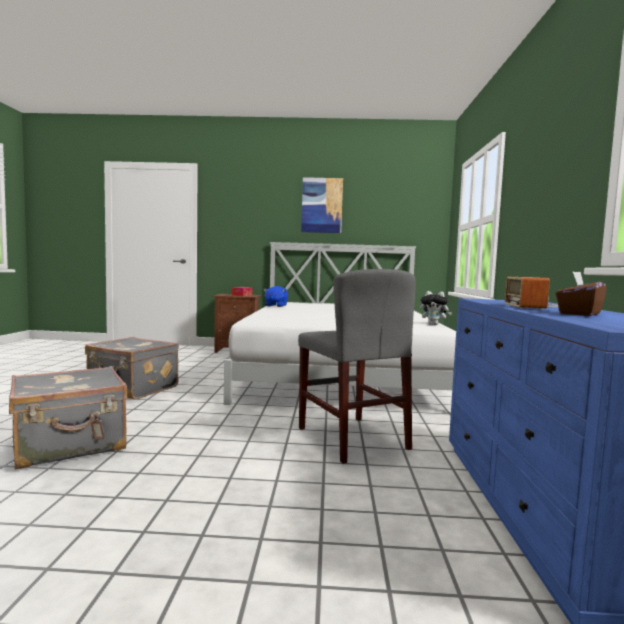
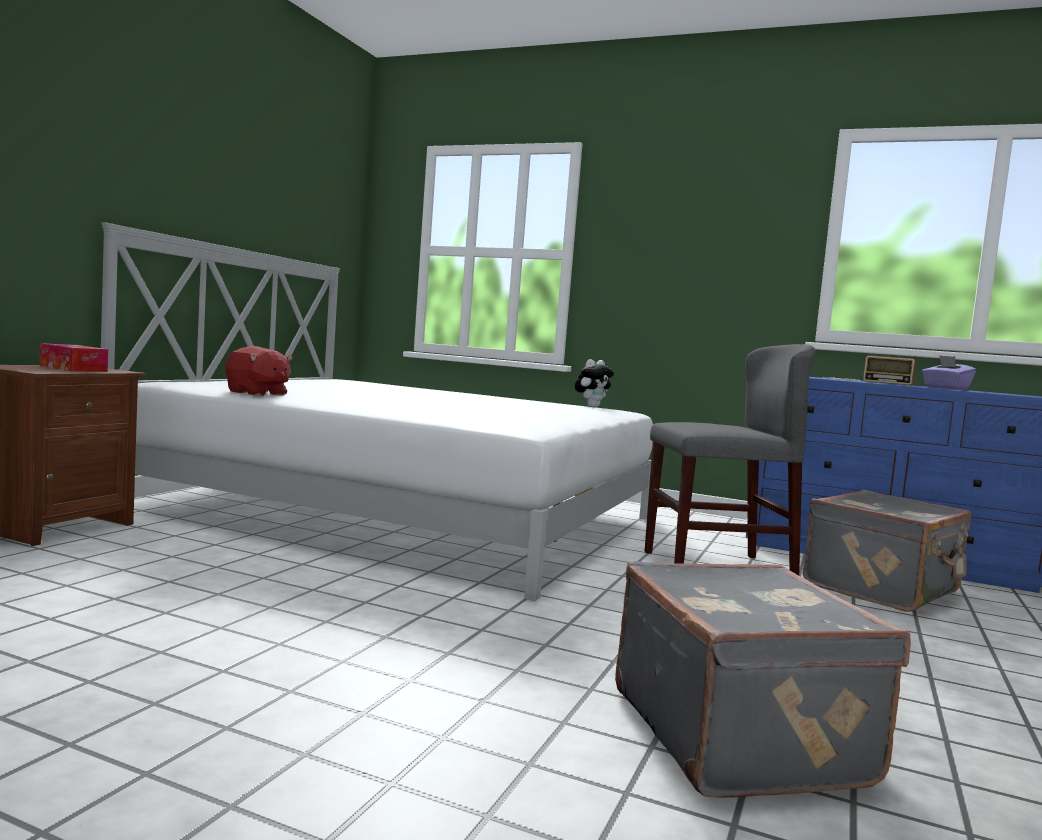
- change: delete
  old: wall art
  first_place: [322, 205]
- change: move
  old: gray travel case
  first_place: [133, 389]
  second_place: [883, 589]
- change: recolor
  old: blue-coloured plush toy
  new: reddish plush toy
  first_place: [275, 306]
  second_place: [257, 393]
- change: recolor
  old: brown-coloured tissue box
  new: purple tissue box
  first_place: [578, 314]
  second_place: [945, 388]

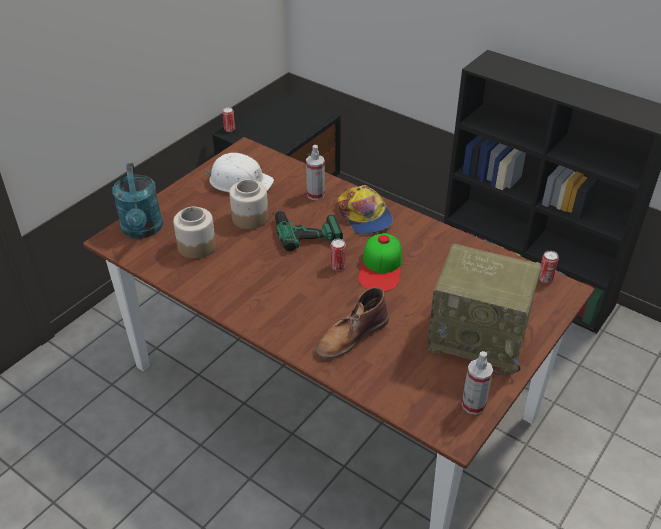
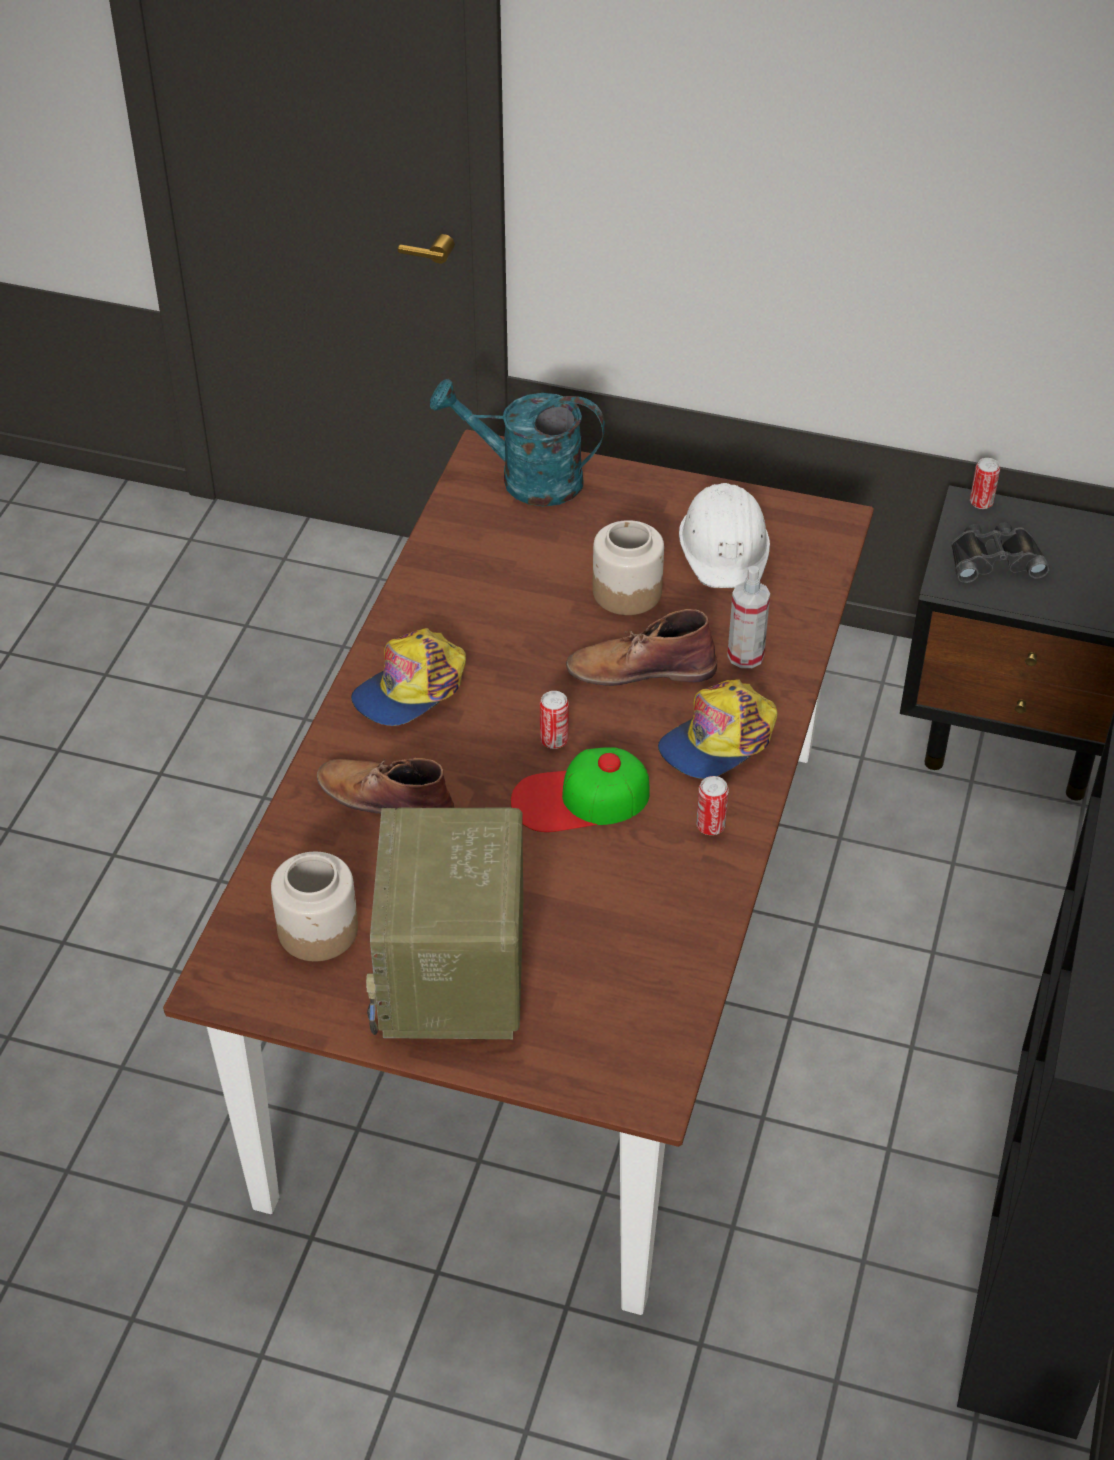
- change: delete
  old: spray bottle
  first_place: [473, 405]
- change: insert
  new: baseball cap
  second_place: [411, 688]
- change: insert
  new: black binoculars
  second_place: [994, 559]
- change: move
  old: preserve jar
  first_place: [196, 246]
  second_place: [319, 929]
- change: move
  old: can
  first_place: [545, 278]
  second_place: [710, 826]
- change: replace
  old: electric drill
  new: brown-coloured tall boot
  first_place: [305, 227]
  second_place: [640, 668]
- change: rotate
  old: turquoise watering can
  first_place: [142, 230]
  second_place: [526, 479]
  degrees: 45

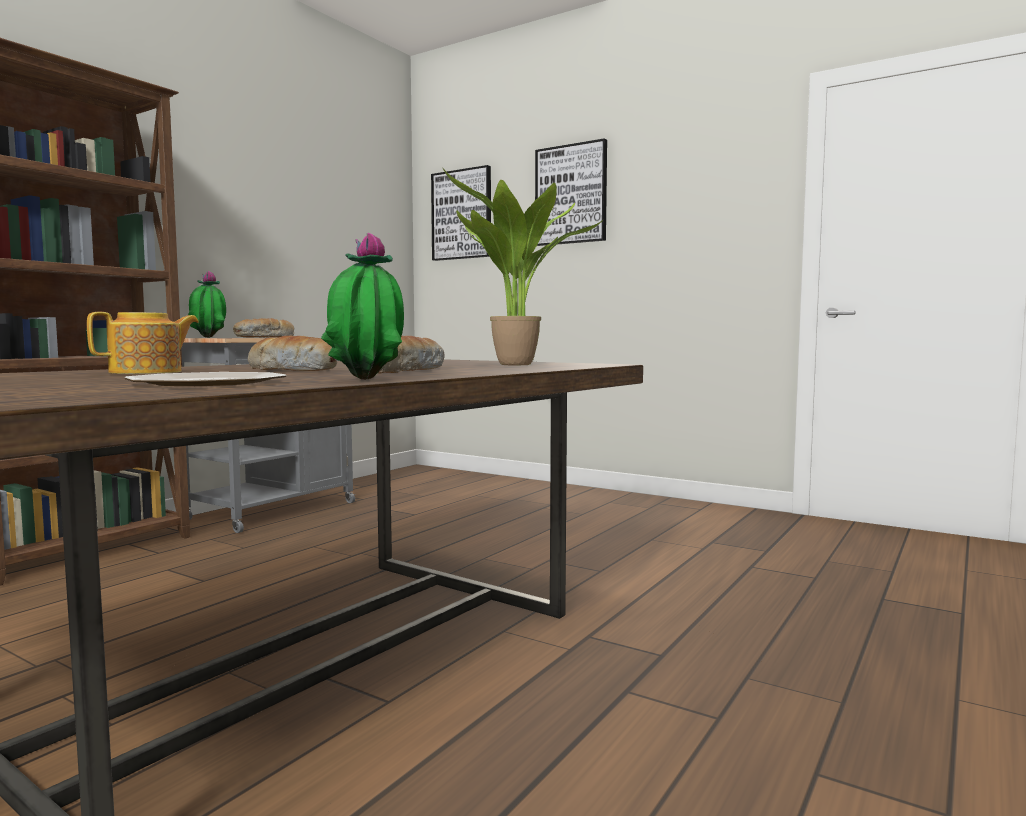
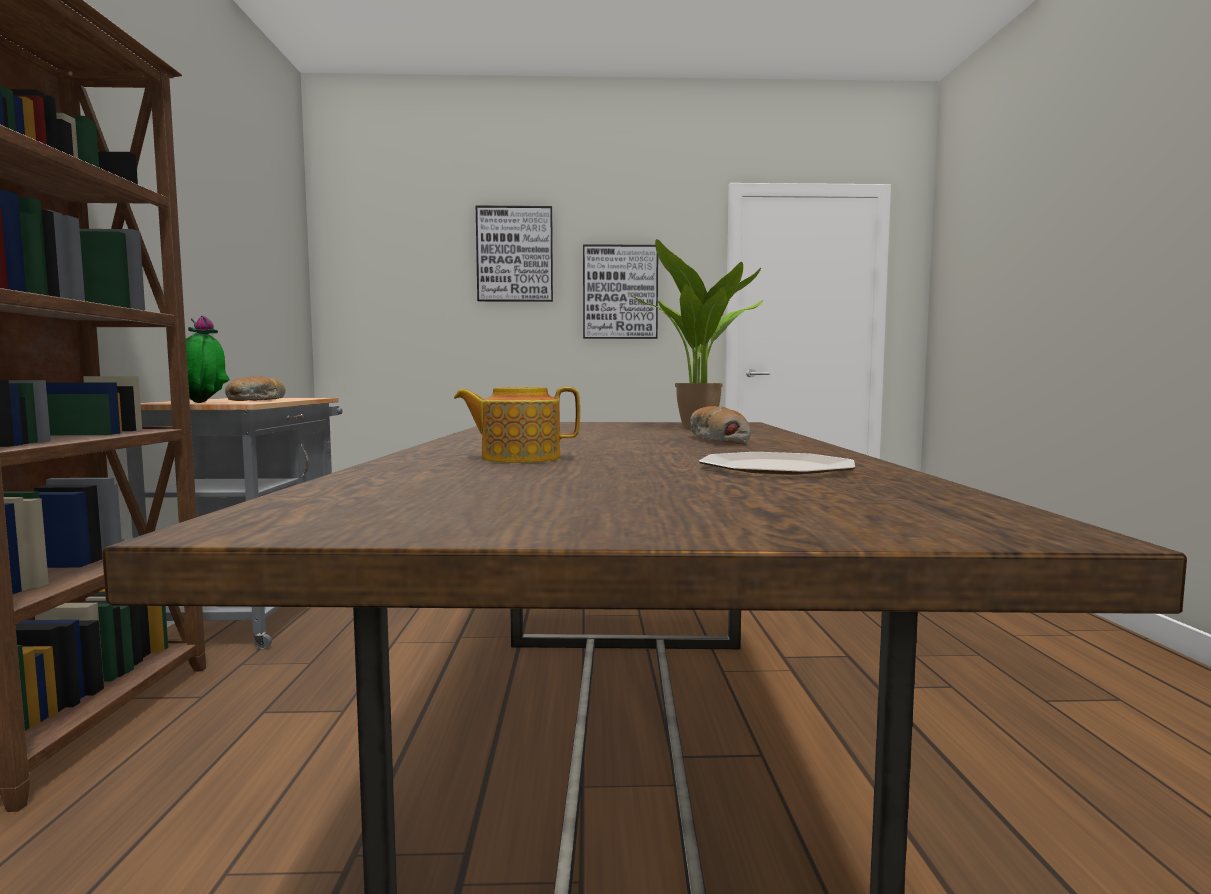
- change: delete
  old: bakery bread
  first_place: [296, 370]
- change: delete
  old: houseplant
  first_place: [366, 380]
- change: move
  old: wall art
  first_place: [462, 215]
  second_place: [620, 292]
- change: rotate
  old: teapot
  first_place: [148, 372]
  second_place: [519, 458]
  degrees: -105

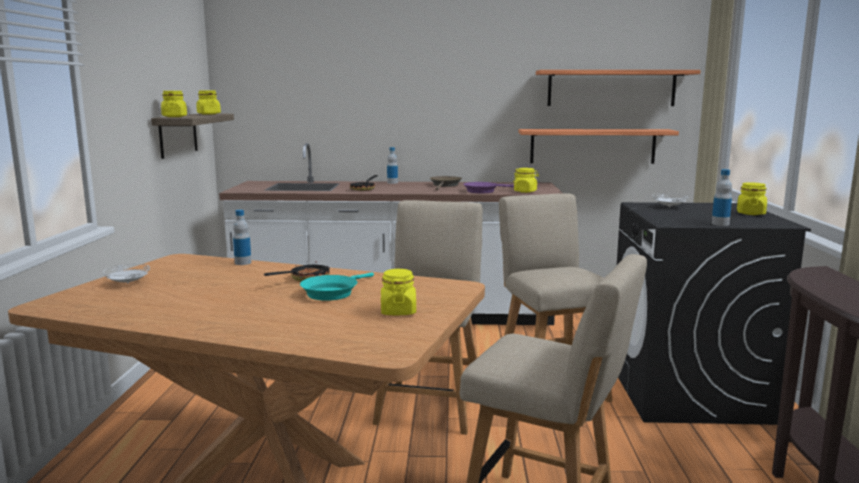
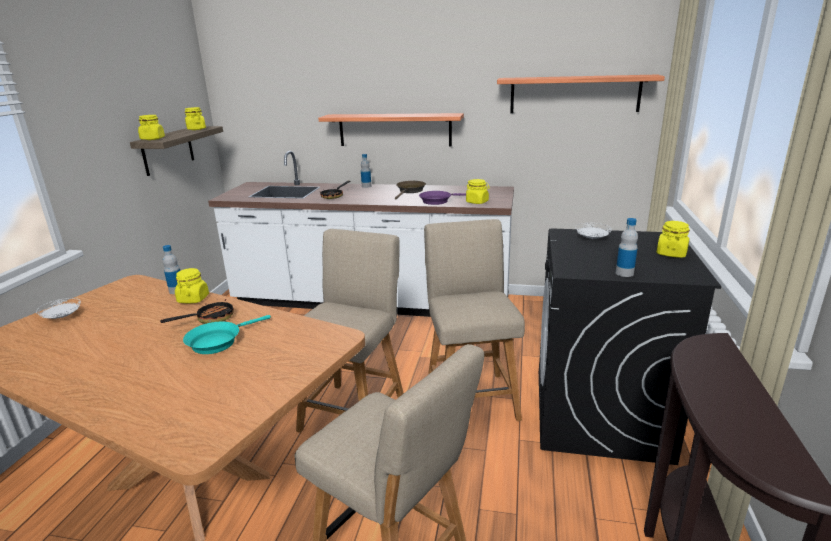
- change: move
  old: yellow-coloured preserve jar
  first_place: [398, 311]
  second_place: [193, 299]
- change: move
  old: wall shelf
  first_place: [592, 146]
  second_place: [394, 130]

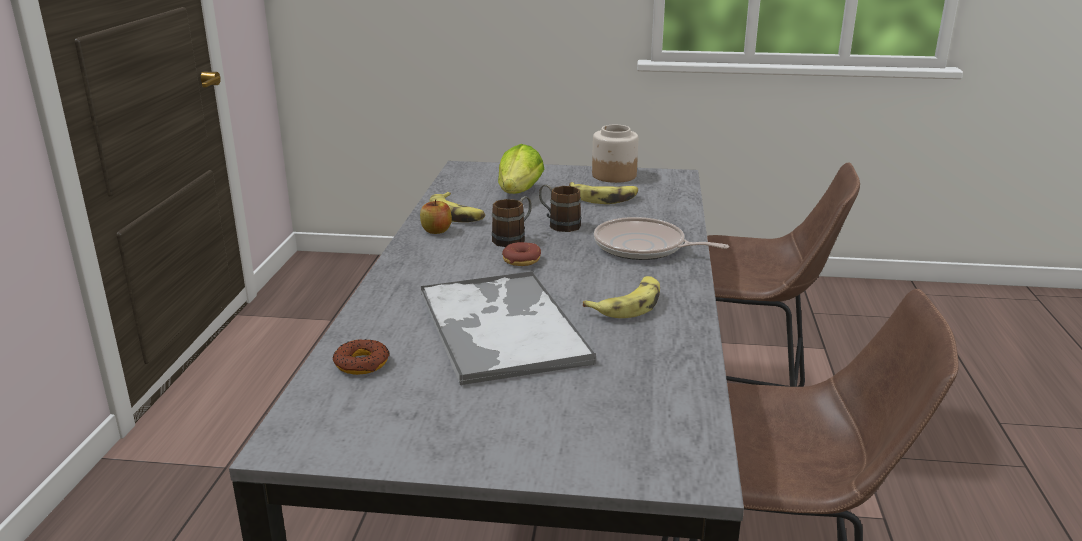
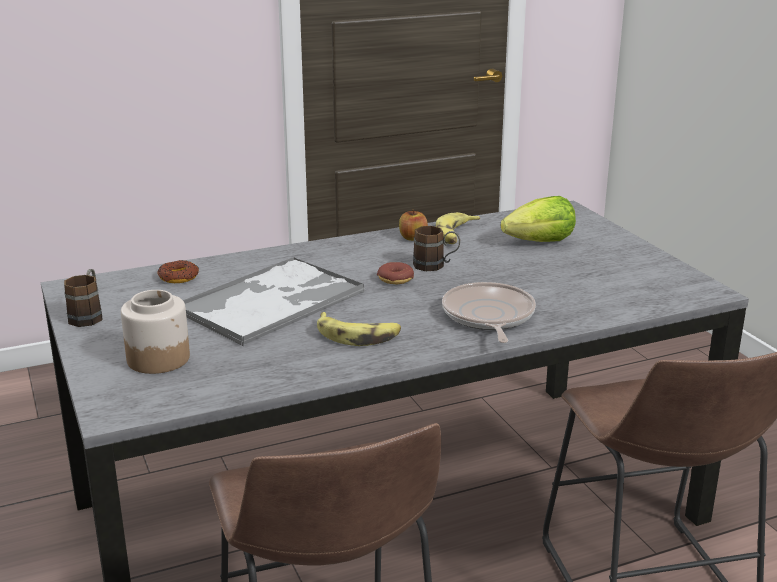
- change: delete
  old: banana fruit
  first_place: [603, 198]
- change: move
  old: brown-coloured mug
  first_place: [558, 224]
  second_place: [88, 315]
- change: move
  old: preserve jar
  first_place: [613, 175]
  second_place: [158, 358]

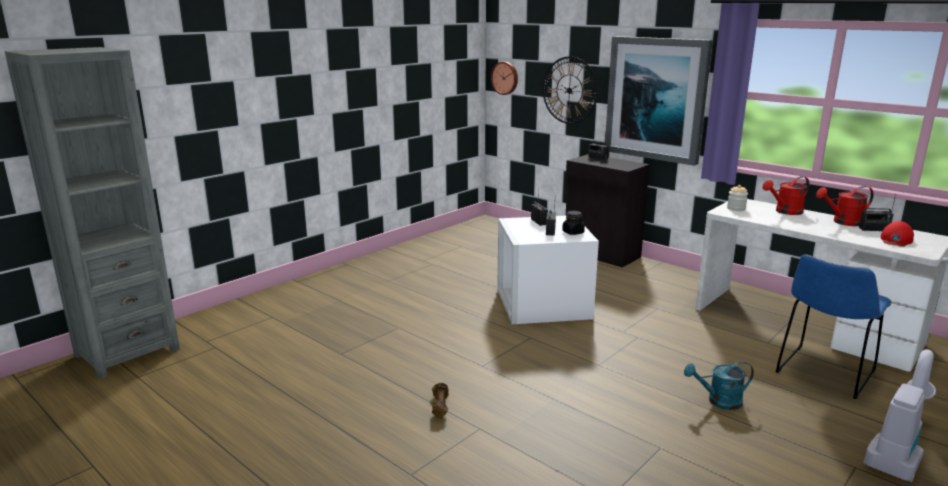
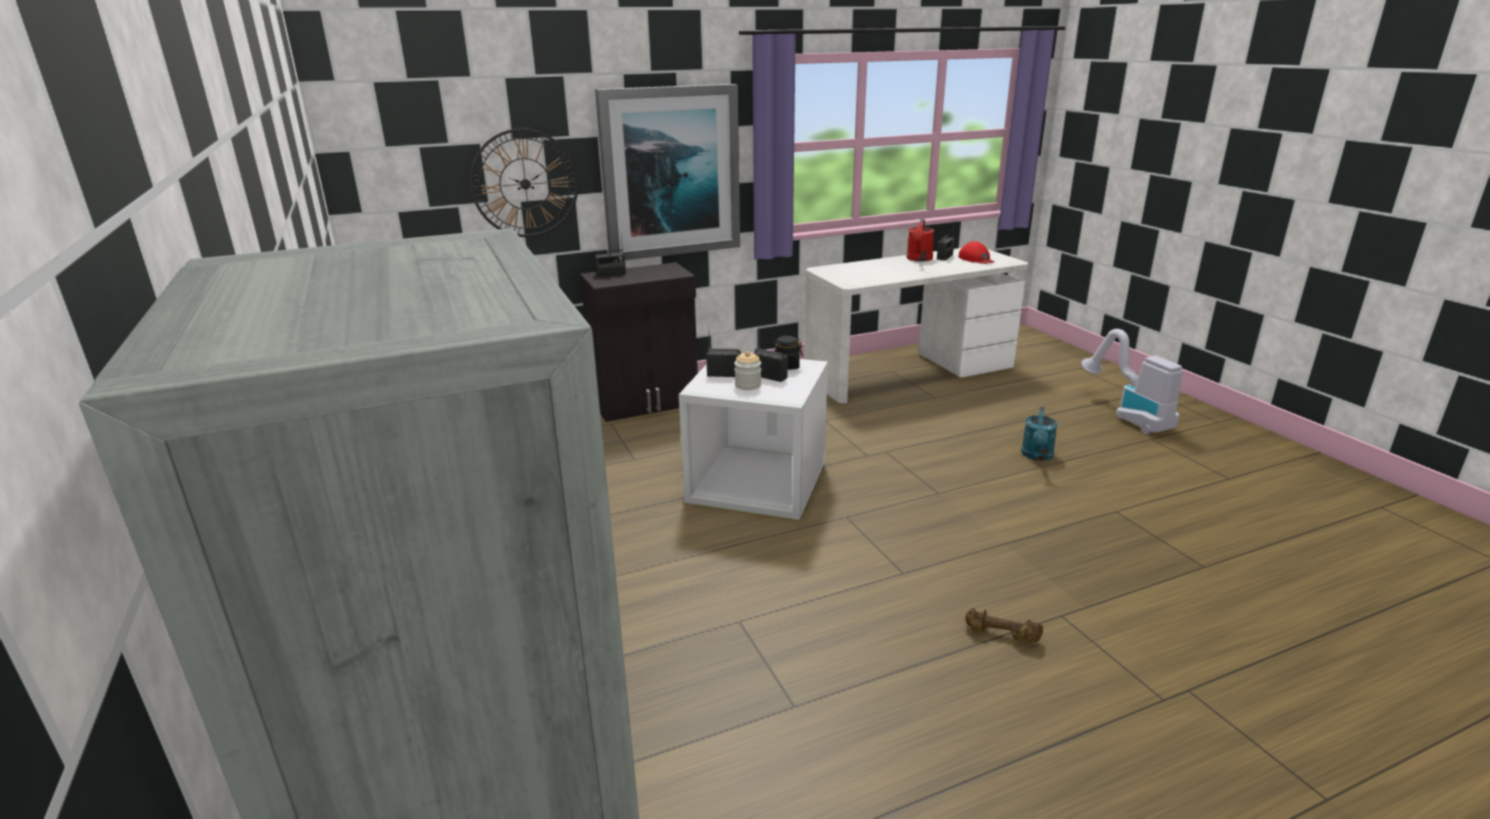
- change: delete
  old: wall clock
  first_place: [505, 78]
- change: delete
  old: reddish watering can
  first_place: [785, 212]
- change: delete
  old: blue-coloured chair
  first_place: [823, 373]
- change: move
  old: preserve jar
  first_place: [736, 208]
  second_place: [748, 385]

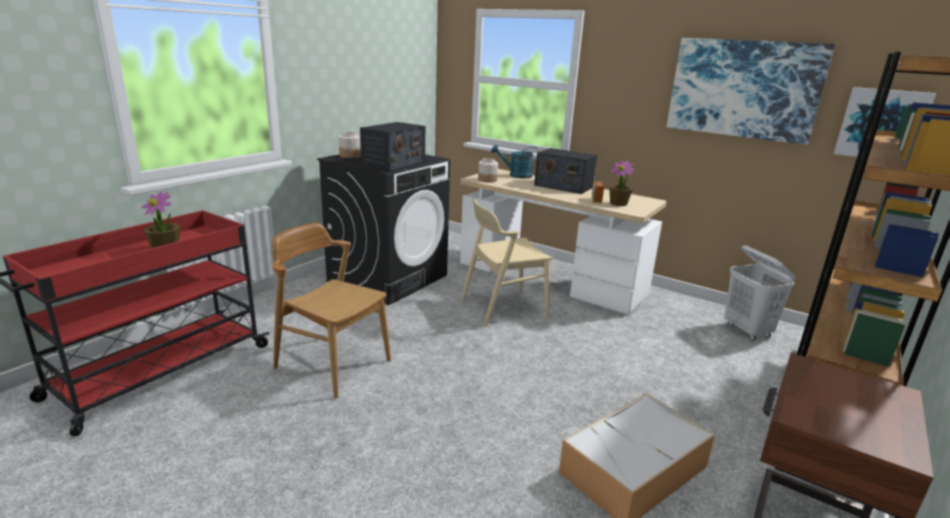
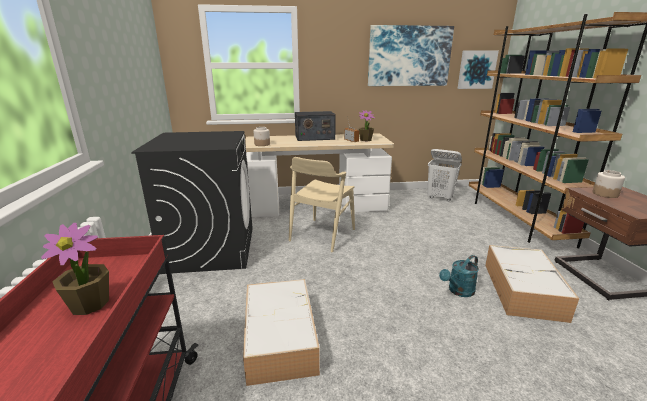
- change: delete
  old: radio set
  first_place: [393, 164]
- change: move
  old: preserve jar
  first_place: [350, 156]
  second_place: [605, 194]
- change: move
  old: turquoise watering can
  first_place: [516, 175]
  second_place: [458, 291]
- change: replace
  old: brown-coloured chair
  new: storage box
  first_place: [333, 364]
  second_place: [279, 336]

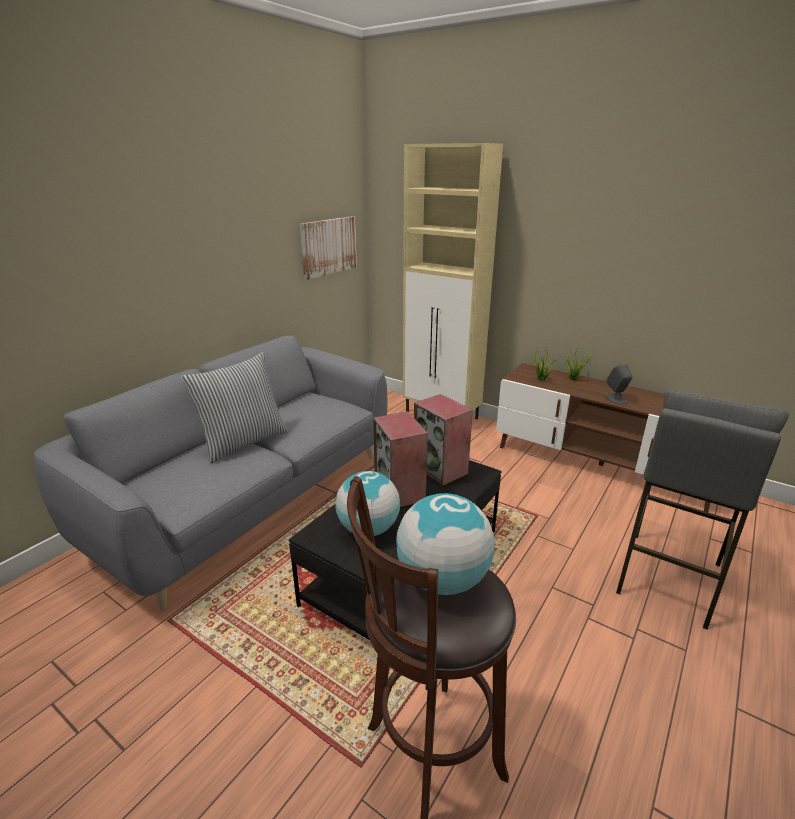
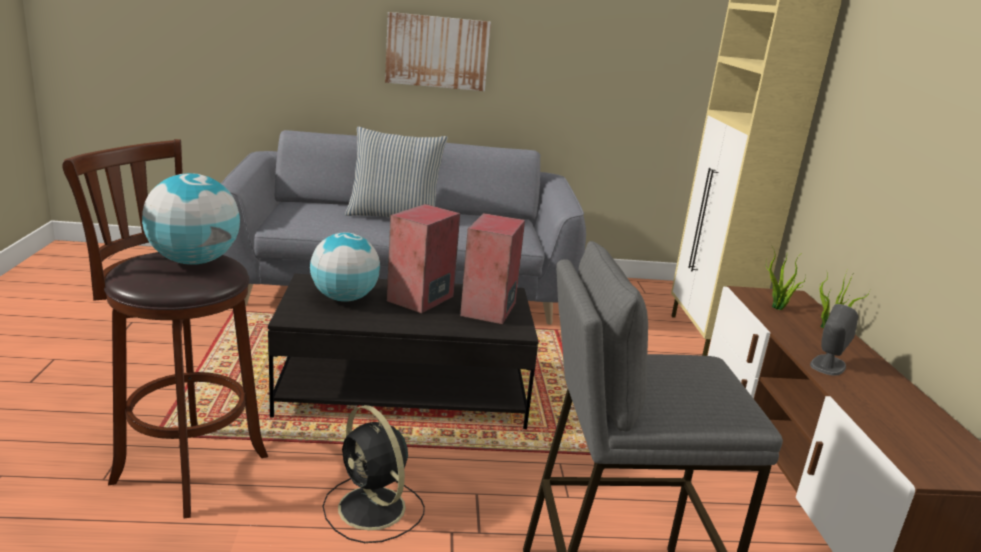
- change: insert
  new: black electric fan
  second_place: [373, 509]
- change: move
  old: wall art
  first_place: [328, 246]
  second_place: [437, 52]

